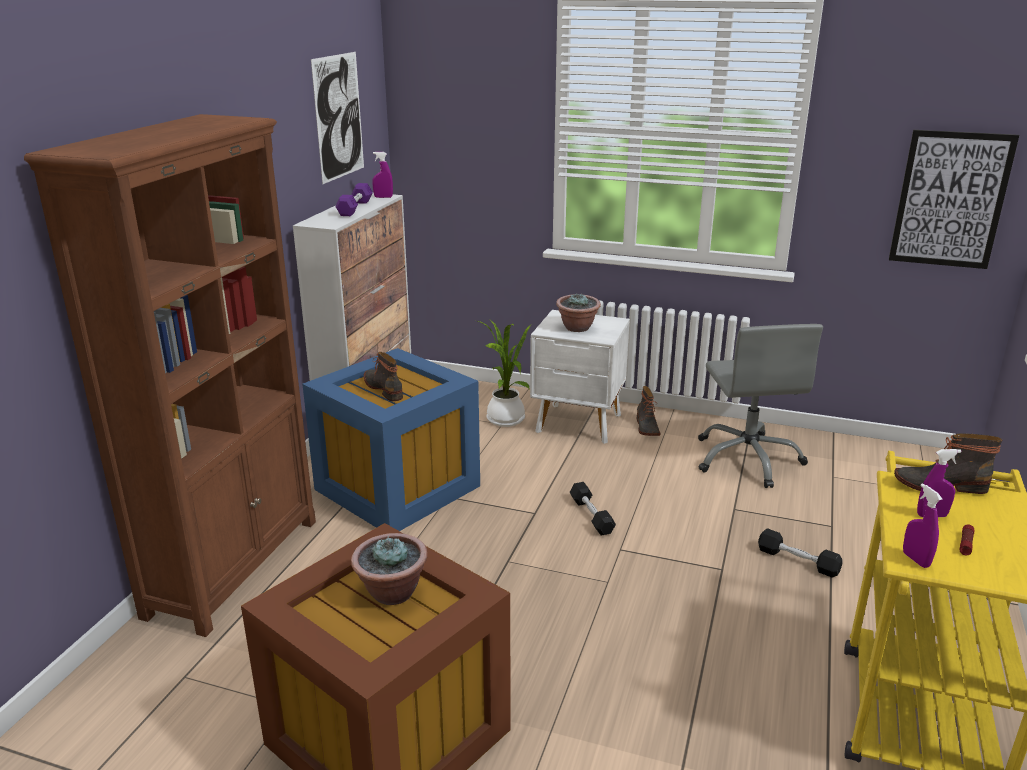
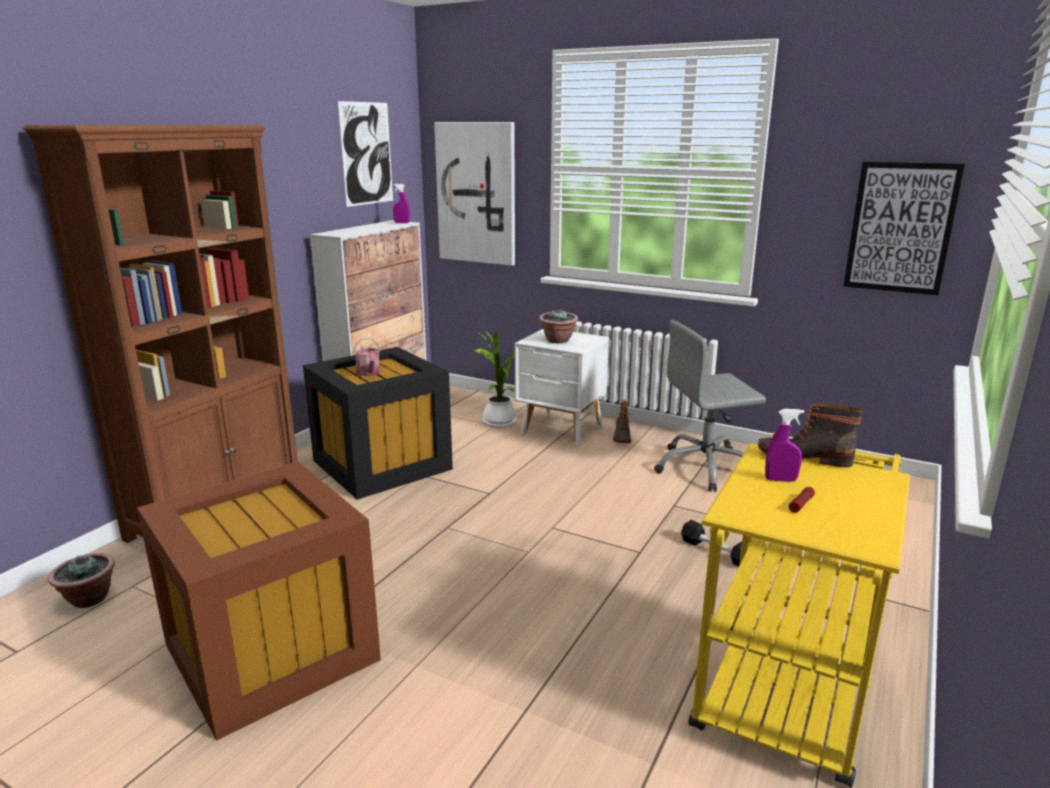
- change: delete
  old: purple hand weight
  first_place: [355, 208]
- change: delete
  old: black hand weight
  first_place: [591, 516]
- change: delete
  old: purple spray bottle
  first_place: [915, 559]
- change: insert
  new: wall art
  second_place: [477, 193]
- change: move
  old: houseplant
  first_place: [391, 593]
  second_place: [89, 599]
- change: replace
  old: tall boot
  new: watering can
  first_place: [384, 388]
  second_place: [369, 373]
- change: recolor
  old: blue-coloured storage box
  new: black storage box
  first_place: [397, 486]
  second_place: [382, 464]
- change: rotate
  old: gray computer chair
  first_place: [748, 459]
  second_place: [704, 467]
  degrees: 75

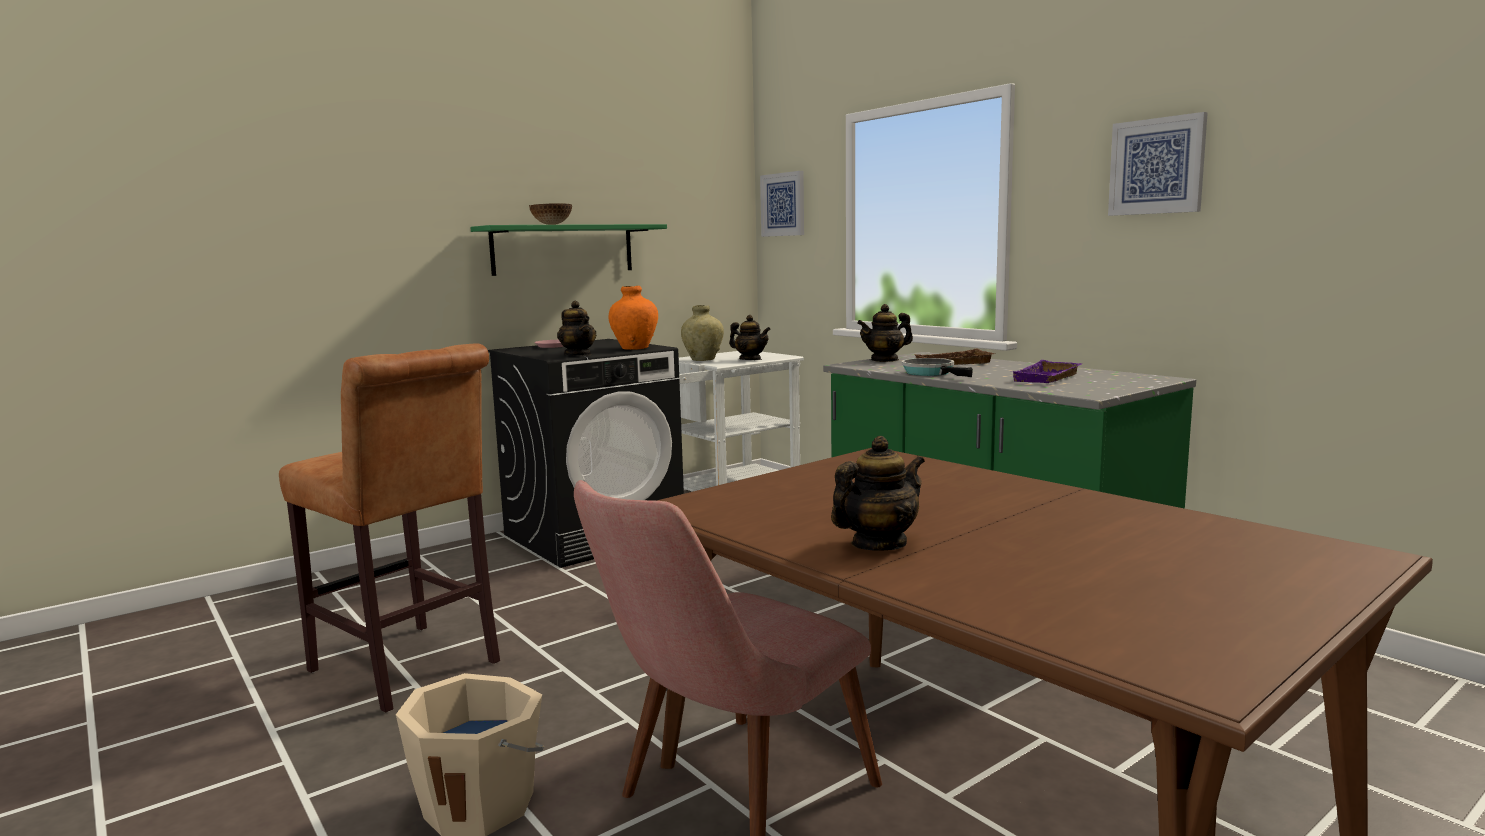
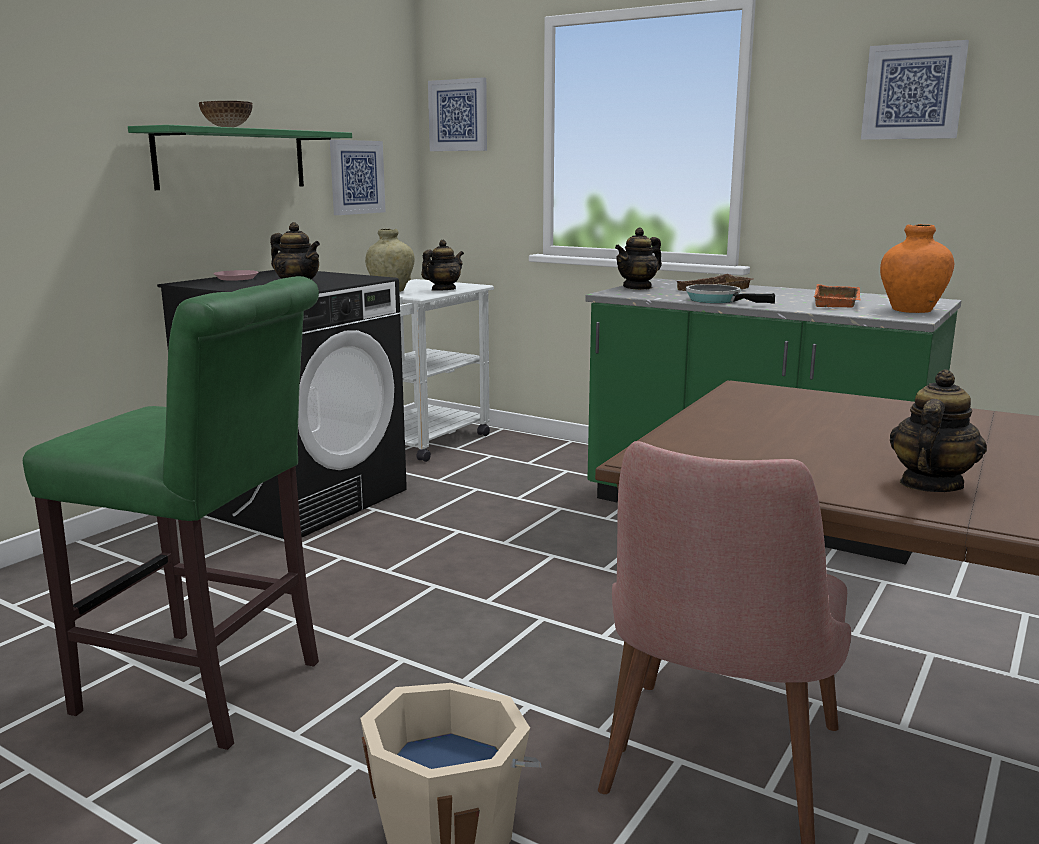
- change: insert
  new: wall art
  second_place: [356, 177]
- change: move
  old: orangey decorative vase
  first_place: [635, 348]
  second_place: [911, 310]
- change: recolor
  old: brown-coloured sitting stool
  new: green-coloured sitting stool
  first_place: [410, 669]
  second_place: [211, 690]
- change: recolor
  old: purple carrying tray
  new: orangey carrying tray
  first_place: [1048, 378]
  second_place: [839, 303]
- change: rotate
  old: teapot
  first_place: [750, 359]
  second_place: [443, 290]
  degrees: -60

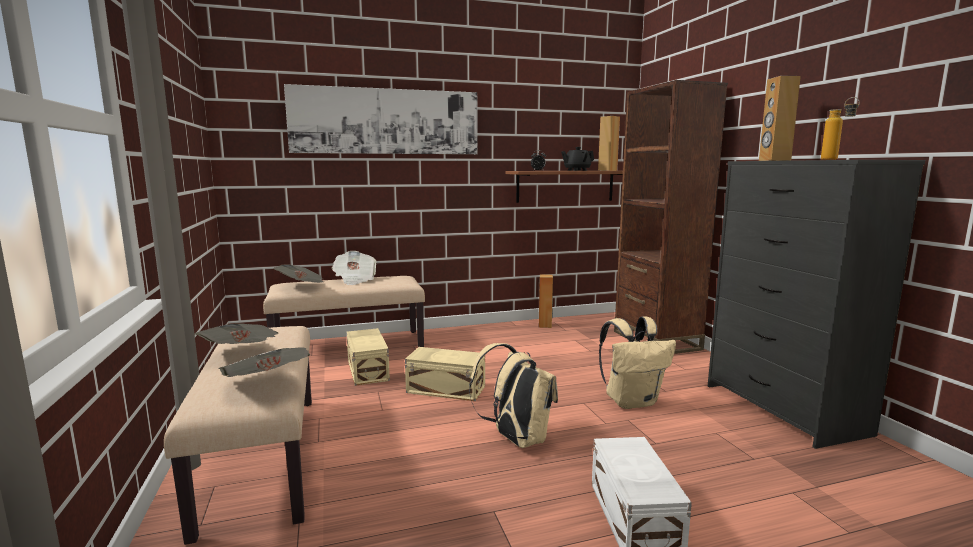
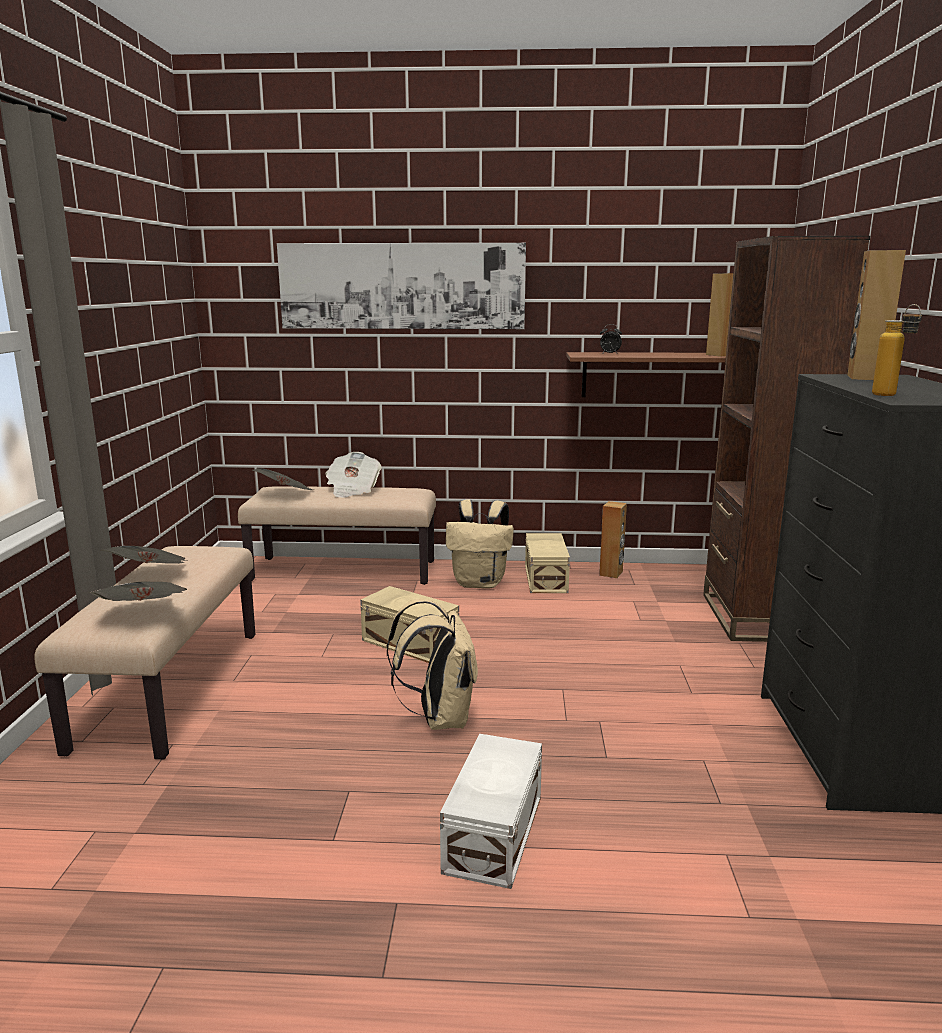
- change: delete
  old: black teapot
  first_place: [577, 170]
- change: move
  old: sand-coloured storage box
  first_place: [368, 370]
  second_place: [546, 578]
- change: move
  old: sand-coloured knapsack
  first_place: [632, 401]
  second_place: [480, 583]

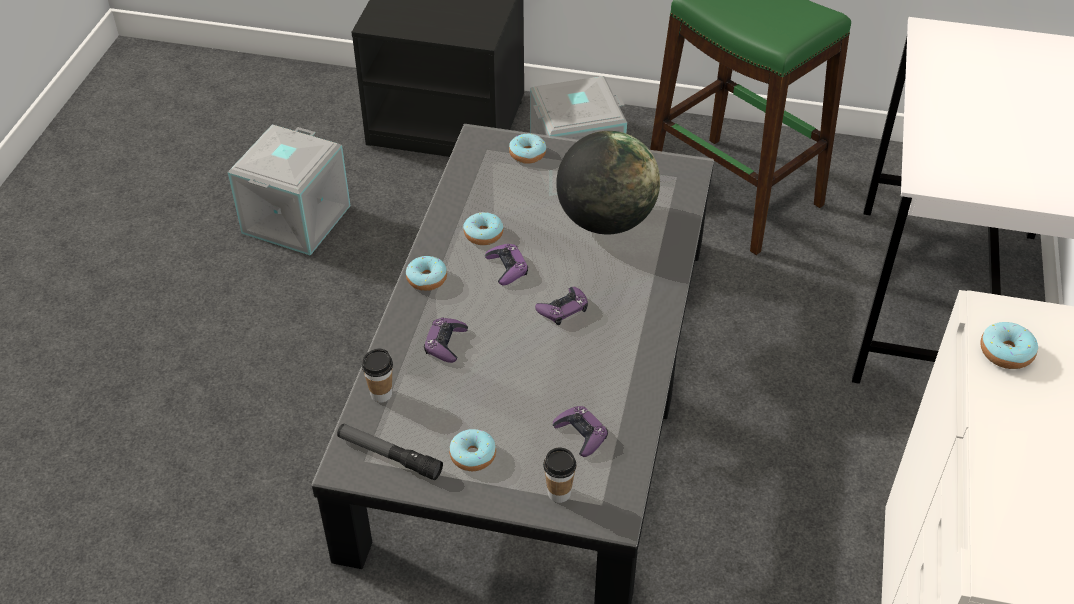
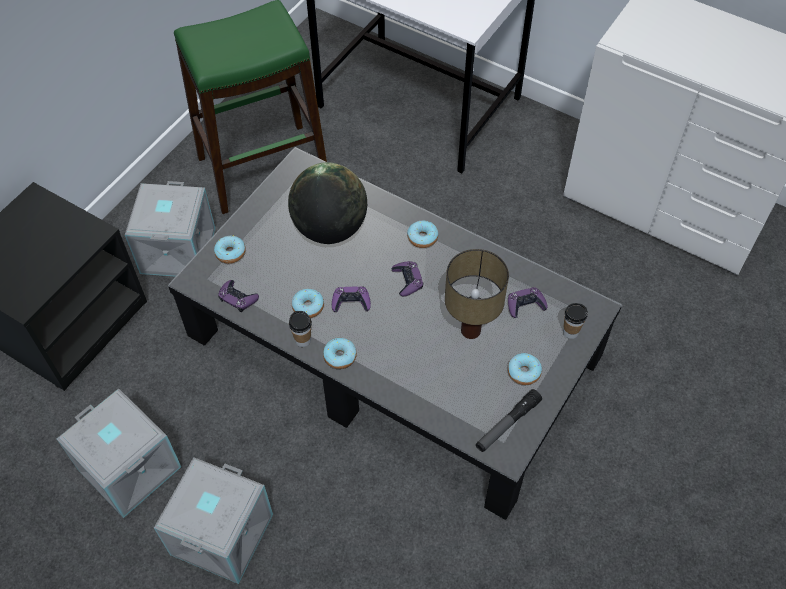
- change: insert
  new: gray storage box
  second_place: [220, 533]
- change: insert
  new: lamp for a table
  second_place: [469, 331]
- change: move
  old: small cup
  first_place: [381, 394]
  second_place: [303, 340]
- change: move
  old: purple gamepad
  first_place: [445, 343]
  second_place: [238, 298]
- change: move
  old: ring doughnut
  first_place: [1005, 352]
  second_place: [422, 238]

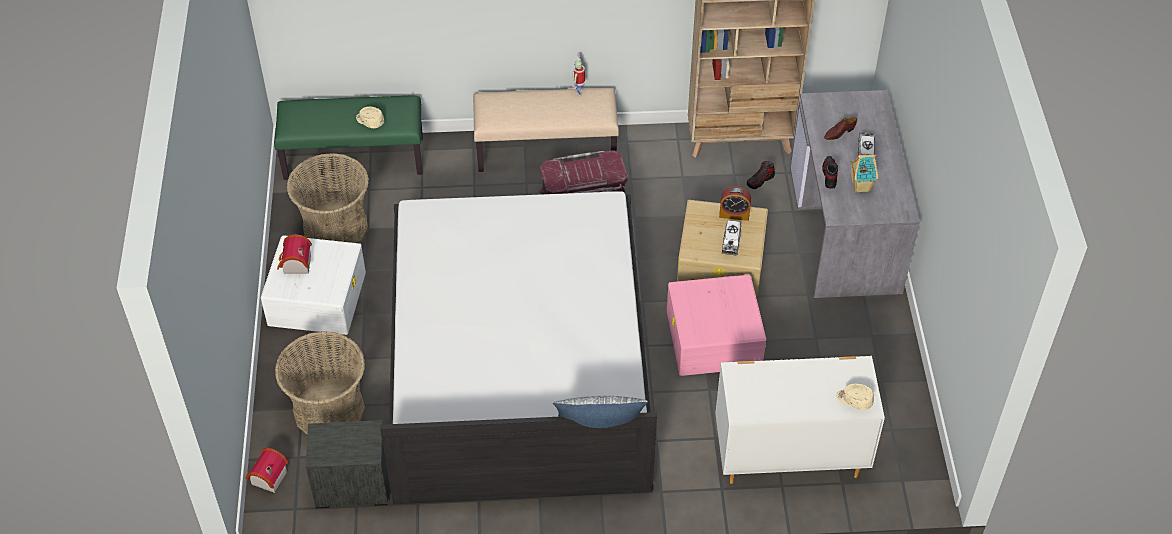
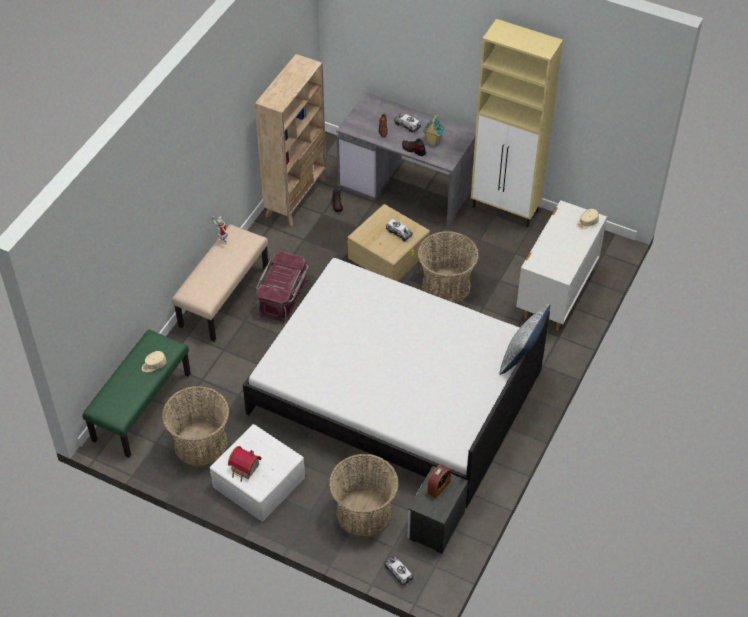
- change: insert
  new: sand-coloured cabinet
  second_place: [506, 209]
- change: move
  old: table clock
  first_place: [734, 214]
  second_place: [438, 487]
- change: replace
  old: toy house
  new: model truck
  first_place: [266, 478]
  second_place: [398, 573]
- change: replace
  old: pinkish storage box
  new: basket
  first_place: [713, 339]
  second_place: [446, 287]

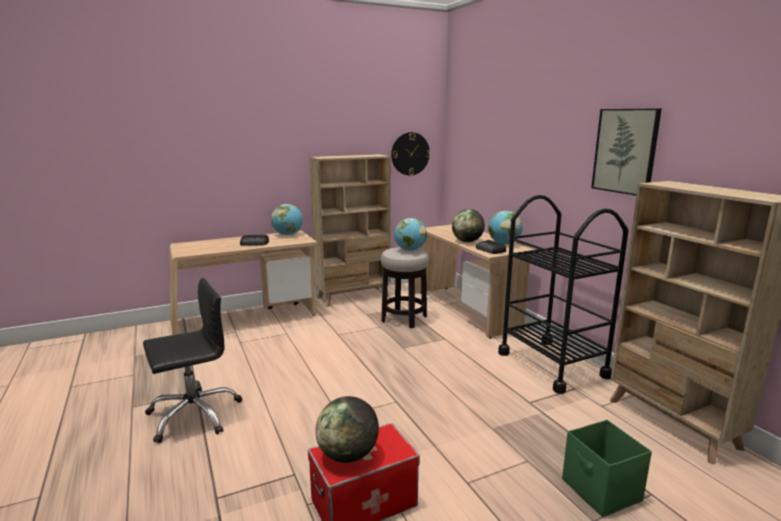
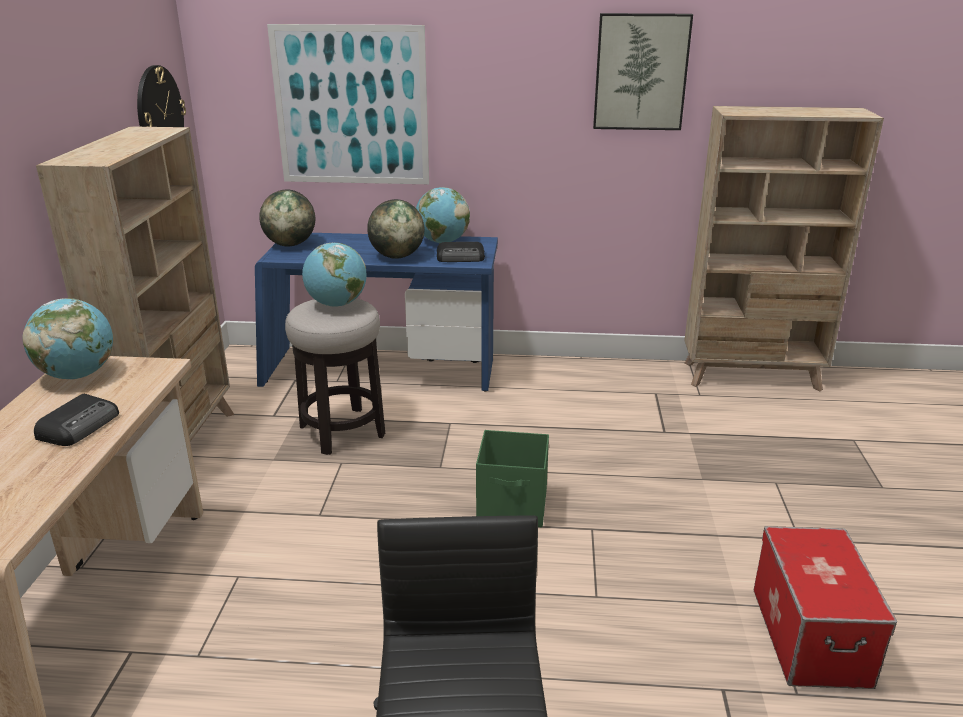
- change: delete
  old: black trolley
  first_place: [552, 364]
- change: insert
  new: wall art
  second_place: [351, 106]
- change: move
  old: world globe
  first_place: [348, 455]
  second_place: [290, 245]
- change: move
  old: green-coloured storage box
  first_place: [601, 491]
  second_place: [513, 506]
- change: recolor
  old: sand-coloured desk
  new: blue-coloured desk
  first_place: [466, 310]
  second_place: [381, 372]

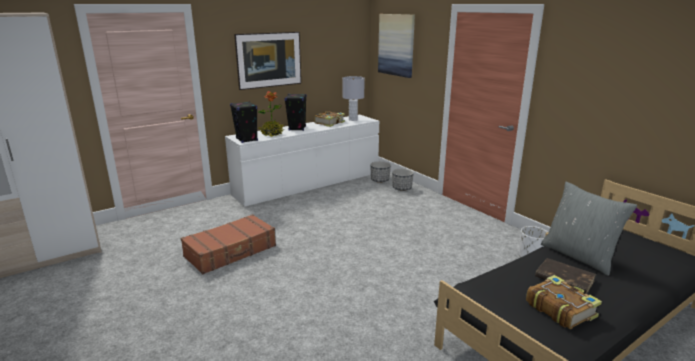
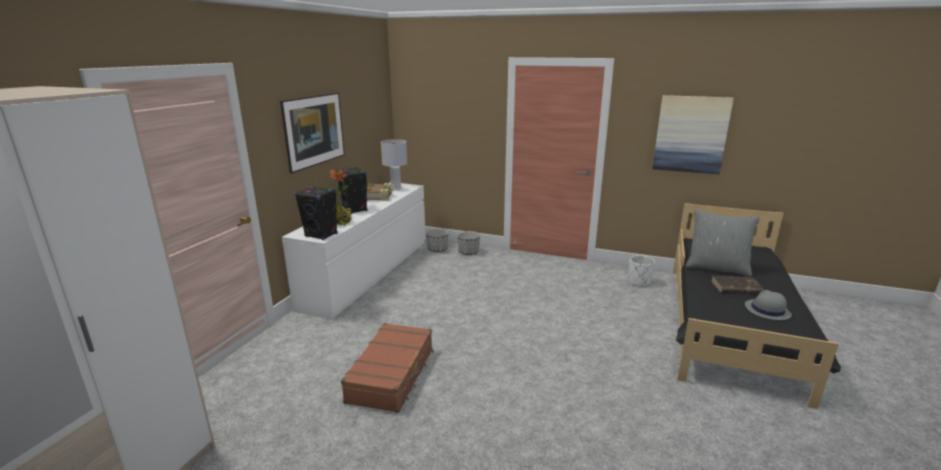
- change: move
  old: wall art
  first_place: [396, 45]
  second_place: [690, 134]
- change: replace
  old: bound book
  new: gray hat
  first_place: [560, 309]
  second_place: [767, 310]

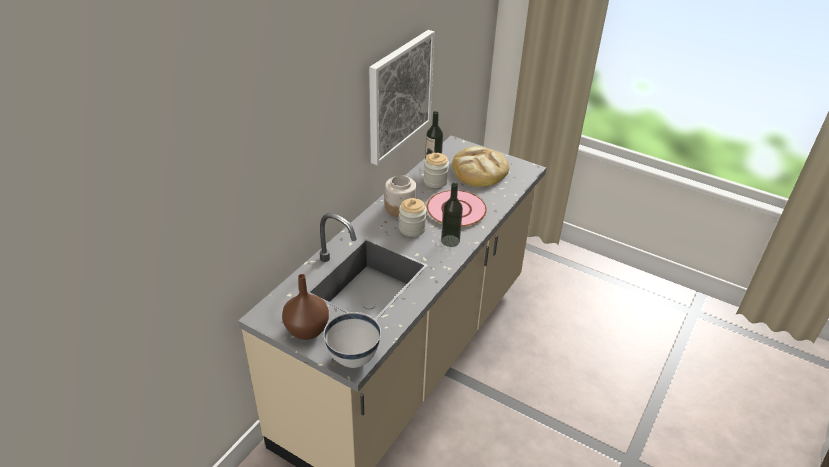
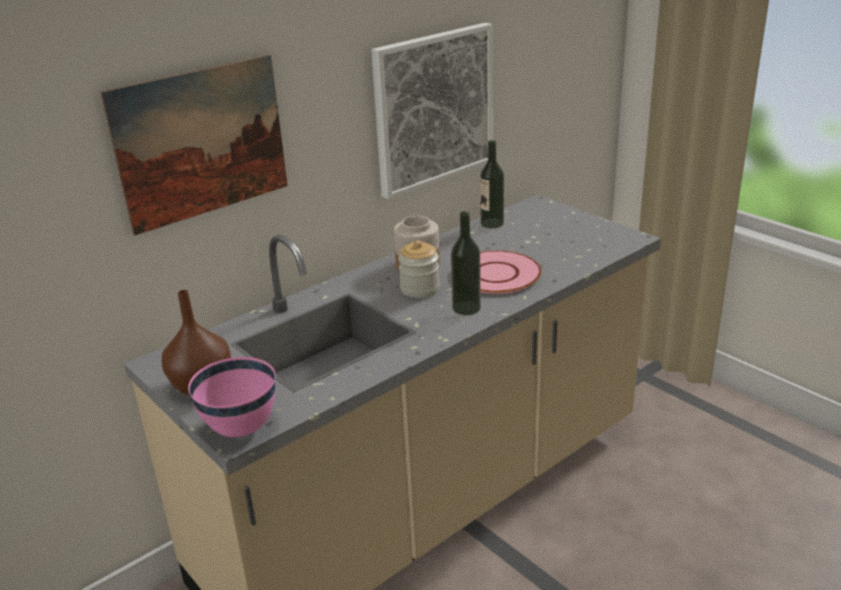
- change: delete
  old: preserve jar
  first_place: [435, 181]
- change: delete
  old: bakery bread
  first_place: [479, 170]
- change: insert
  new: wall art
  second_place: [201, 142]
- change: recolor
  old: white-coloured deep dish
  new: pinkish deep dish
  first_place: [353, 358]
  second_place: [241, 428]

